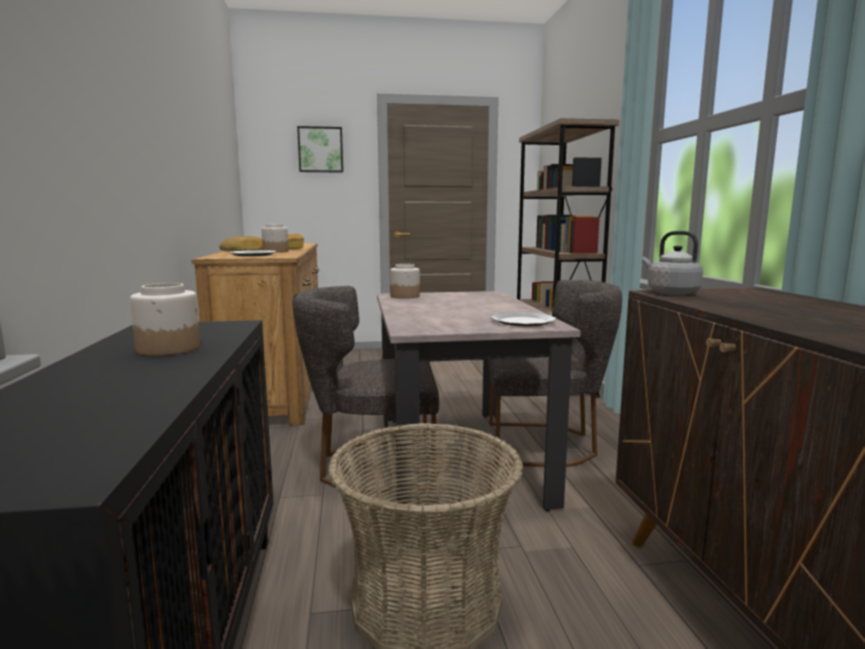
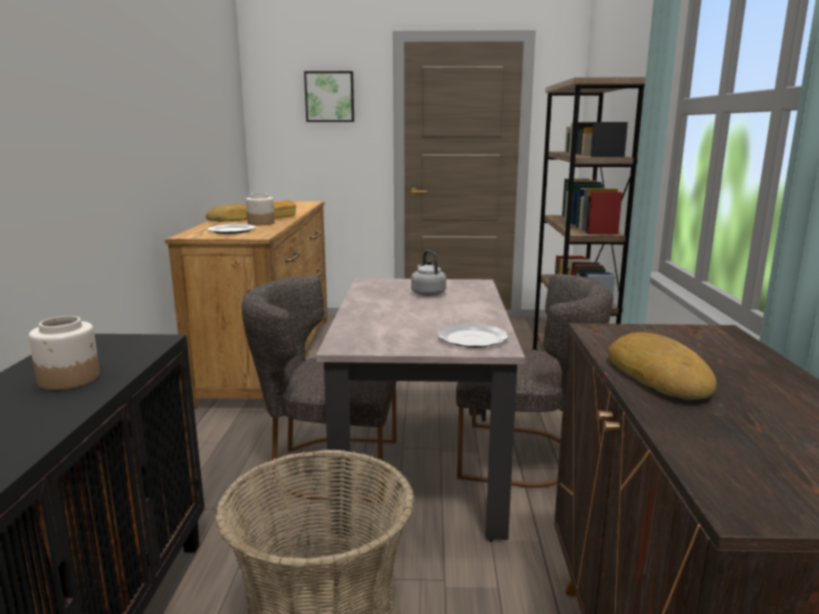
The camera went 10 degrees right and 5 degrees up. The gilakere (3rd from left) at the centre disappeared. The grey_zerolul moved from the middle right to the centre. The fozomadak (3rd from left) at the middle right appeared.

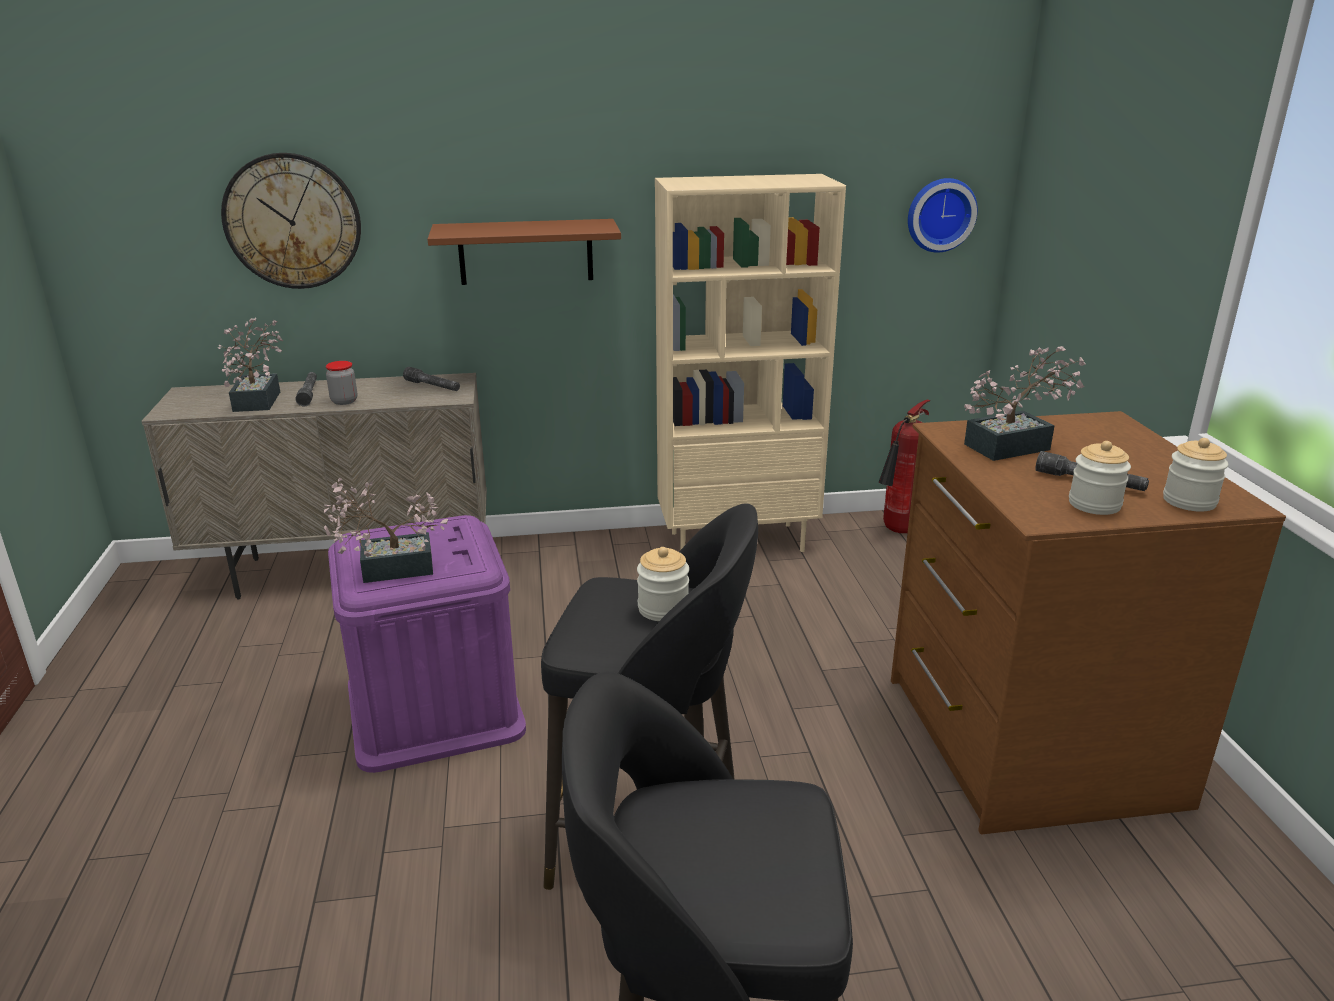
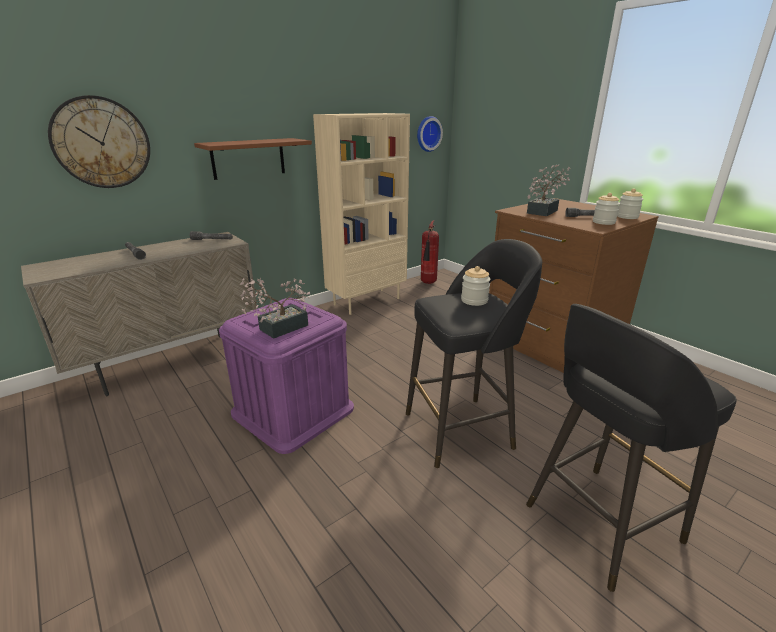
The camera went 30 degrees left and 0 degrees up. The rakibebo (1st from left) at the middle left disappeared. The gilakere (1st from left) at the middle left disappeared.

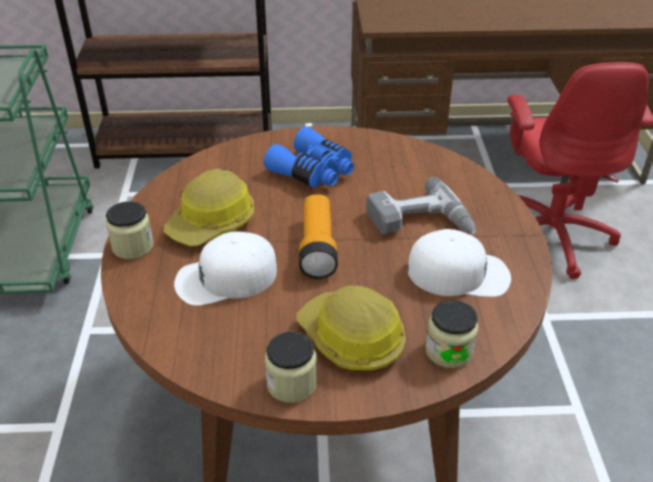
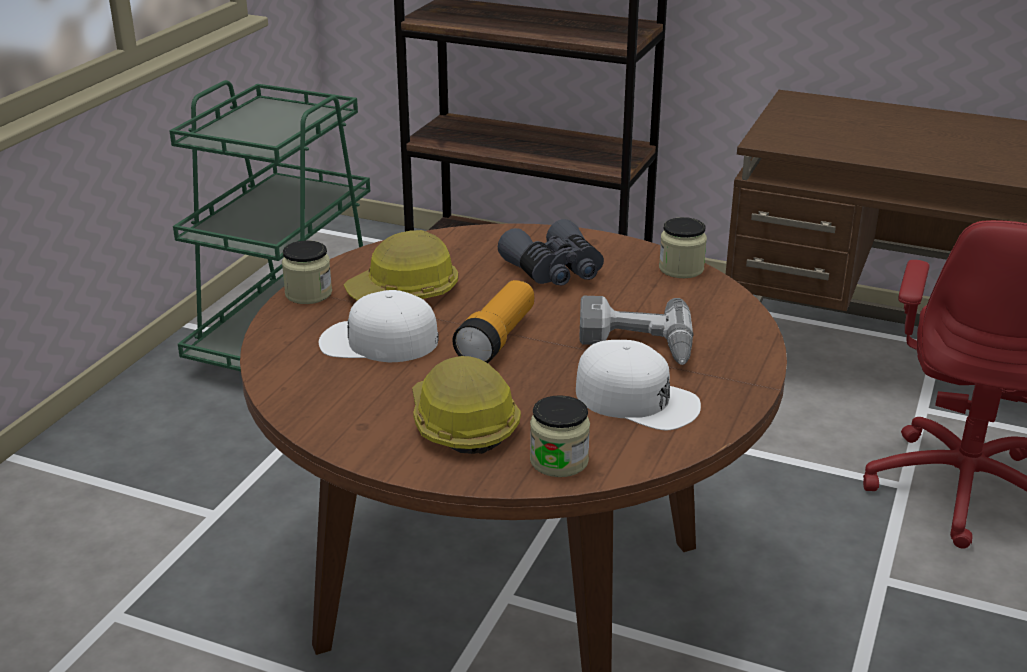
The camera went 25 degrees right and 10 degrees down. The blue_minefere at the top centre became the grey_minefere at the centre. The gilakere (2nd from left in the first image) moved from the bottom centre to the centre.

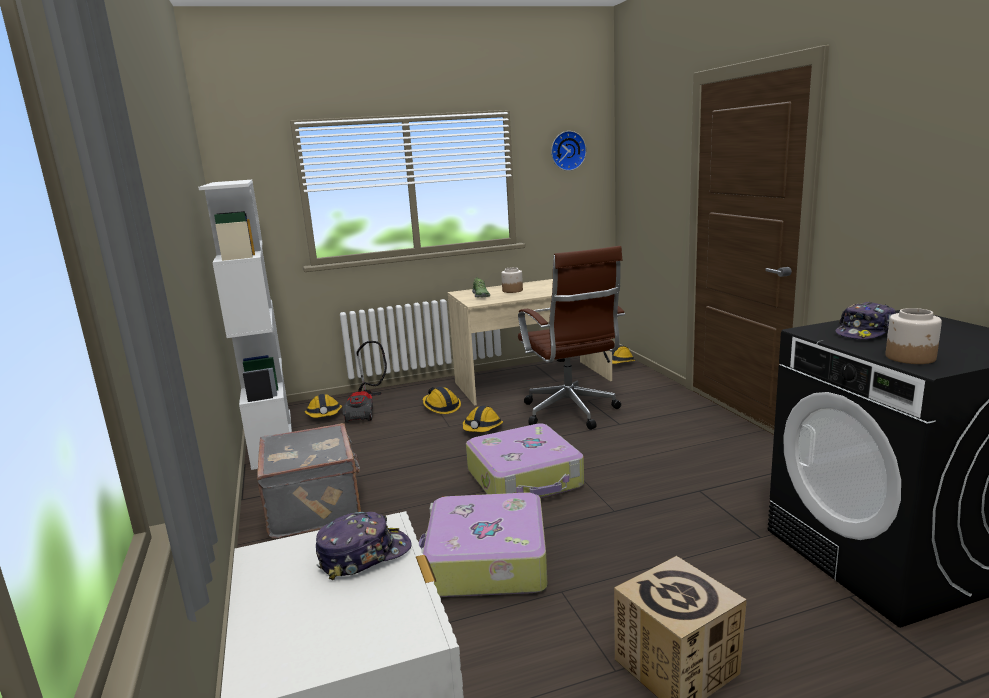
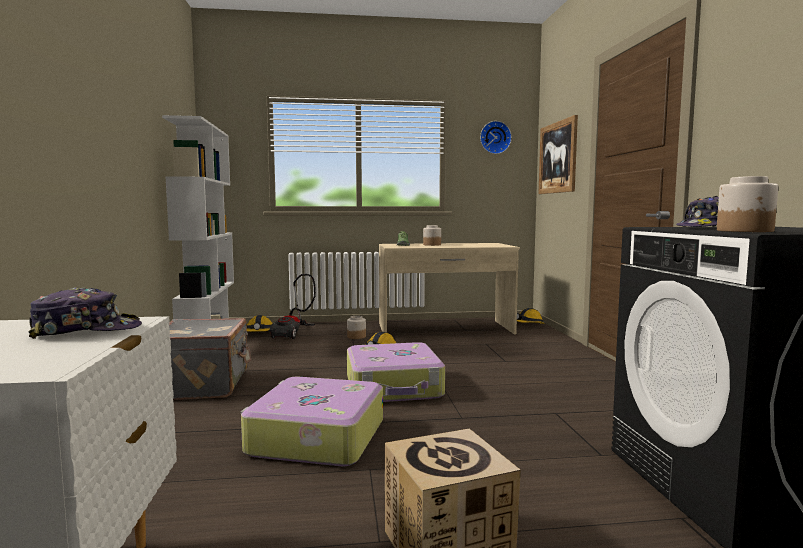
The camera went 10 degrees right and 10 degrees down. The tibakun (2nd from left) at the centre was replaced by the gilakere (1st from left) at the centre. The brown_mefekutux at the centre disappeared. The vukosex at the top right appeared.

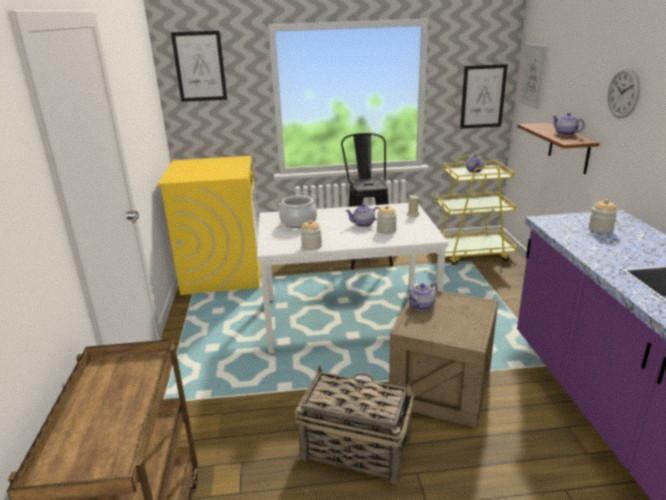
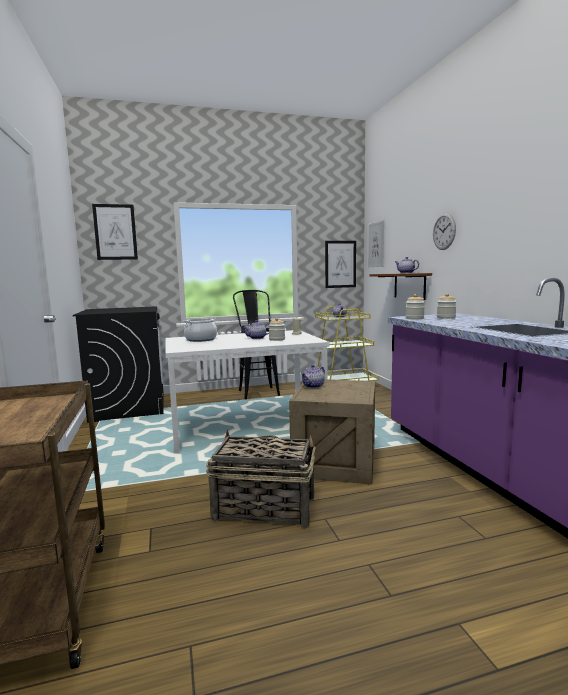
The camera went 10 degrees left and 15 degrees down. The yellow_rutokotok at the middle left became the black_rutokotok at the middle left. The gilakere (1st from left in the first image) moved from the centre to the middle right.

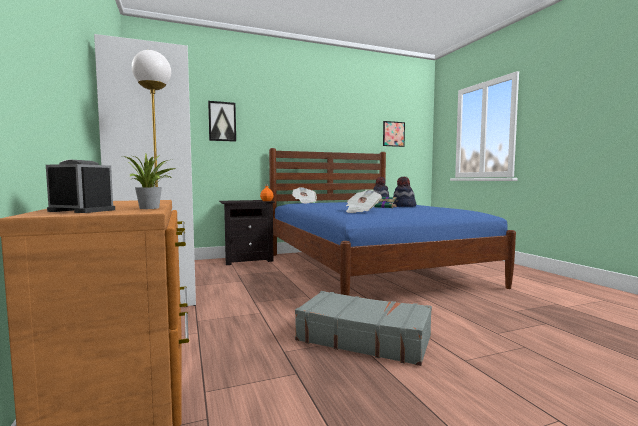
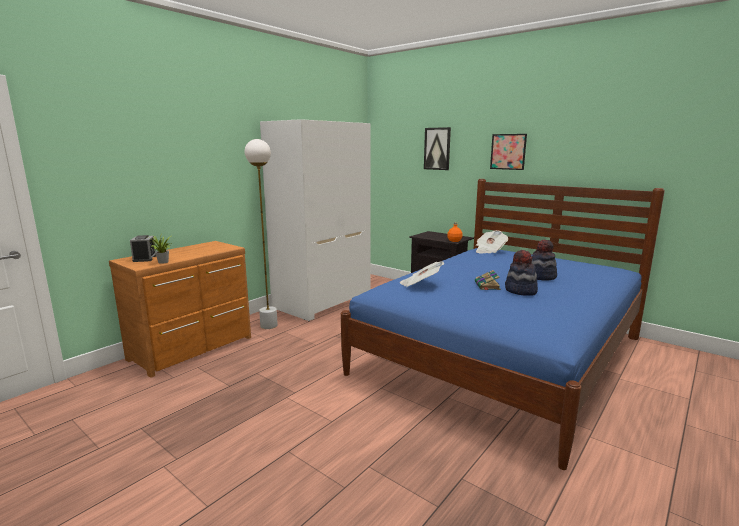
The camera went 60 degrees right and 10 degrees up. The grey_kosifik at the bottom centre disappeared. The vukosex (2nd from left) moved from the top centre to the top right.

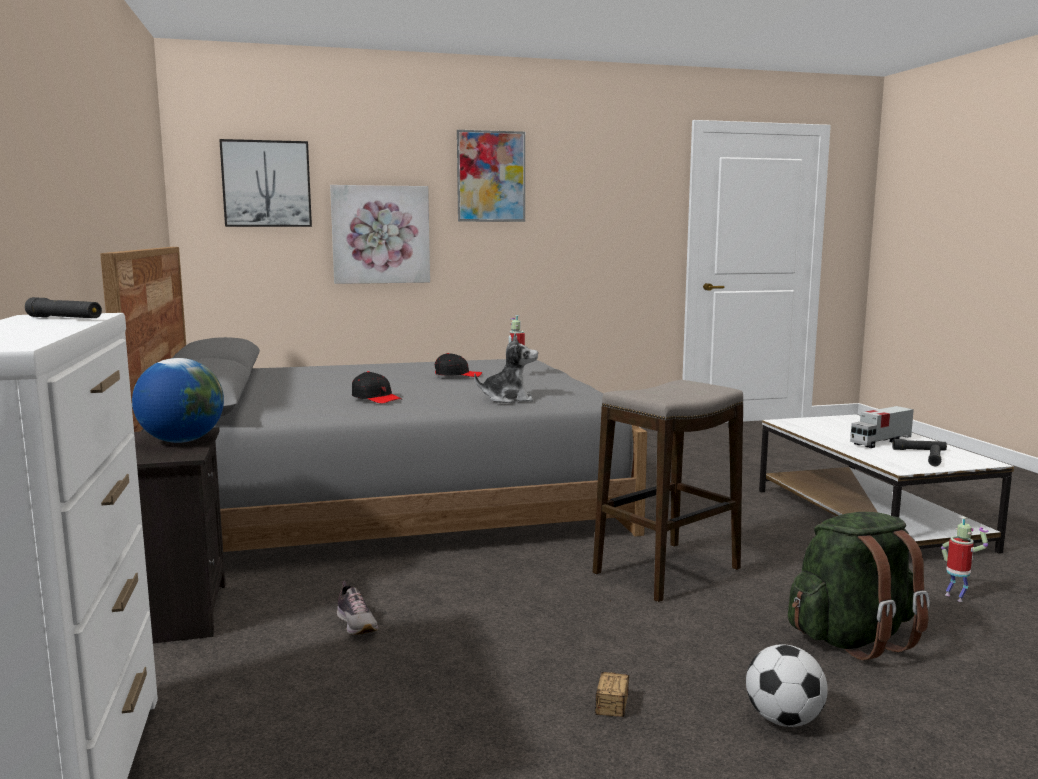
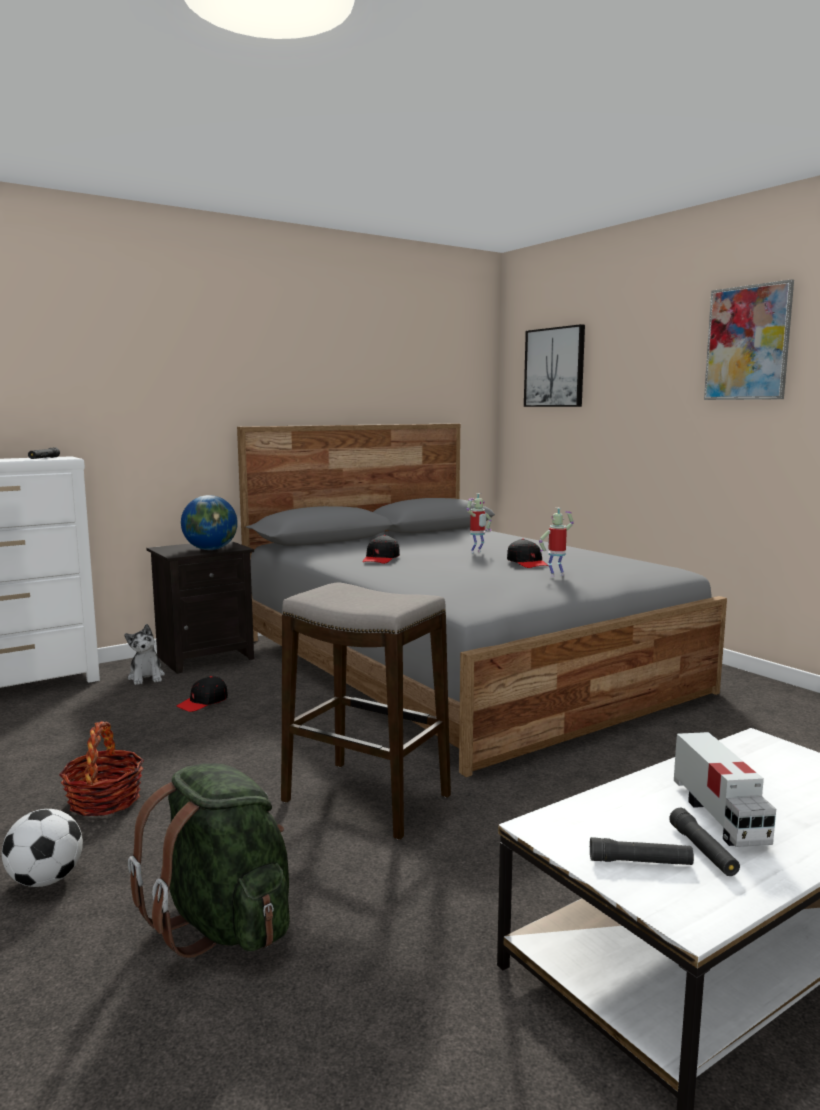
The camera went 70 degrees right and 0 degrees up. The vukosex (2nd from left) at the top centre disappeared. The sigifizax at the bottom centre was replaced by the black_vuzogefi (1st from left) at the middle left. The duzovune moved from the centre to the middle left. The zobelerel at the bottom centre was replaced by the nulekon at the bottom left. The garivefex at the middle right turned 135 degrees counterclockwise. The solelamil (2nd from left in the first image) moved from the bottom right to the centre.

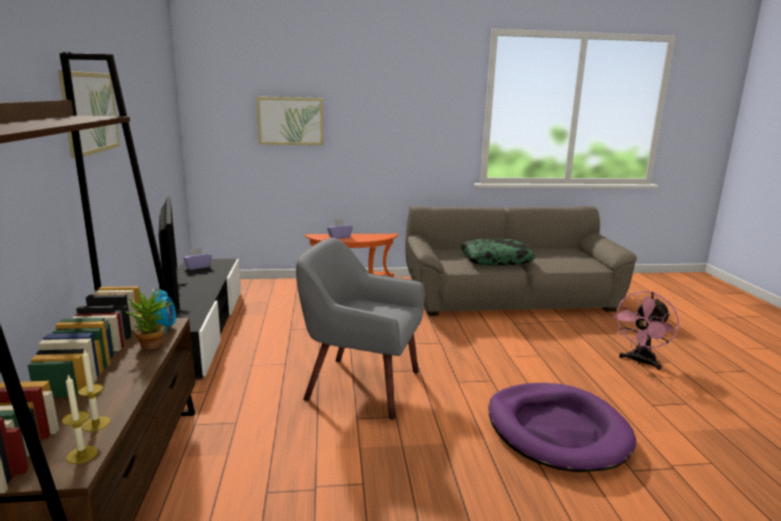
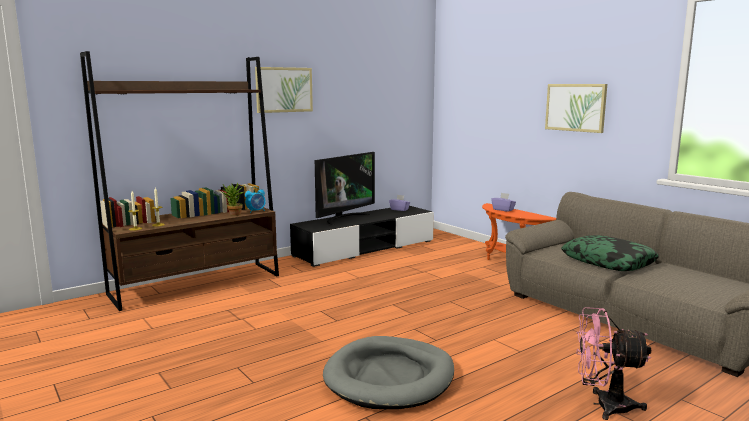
The camera went 60 degrees right and 5 degrees down. The vukosex (2nd from left) moved from the top centre to the top right. The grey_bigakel at the centre disappeared. The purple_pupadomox at the bottom right became the grey_pupadomox at the bottom centre.

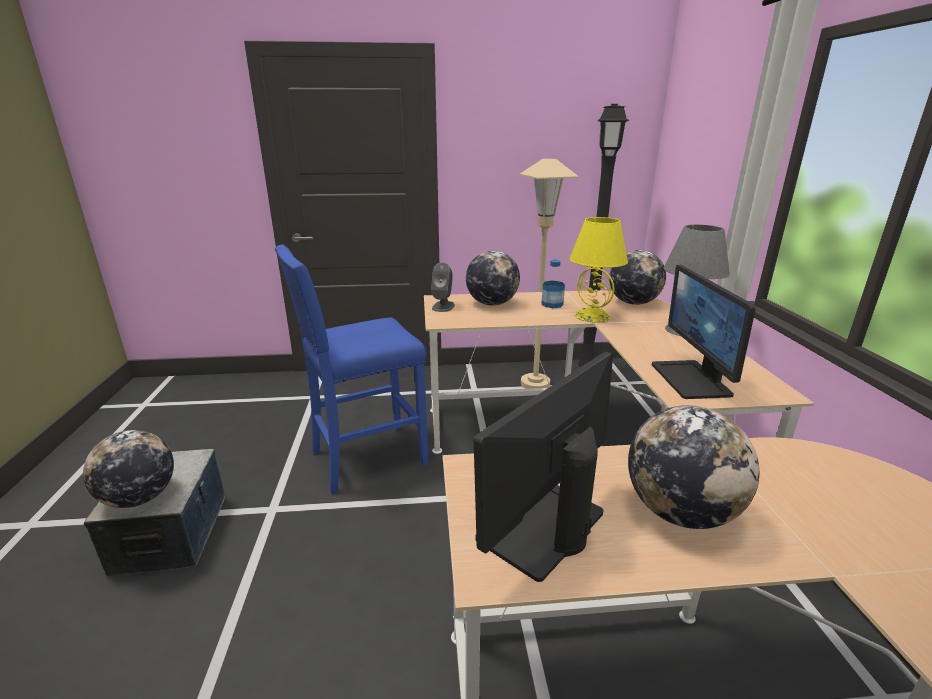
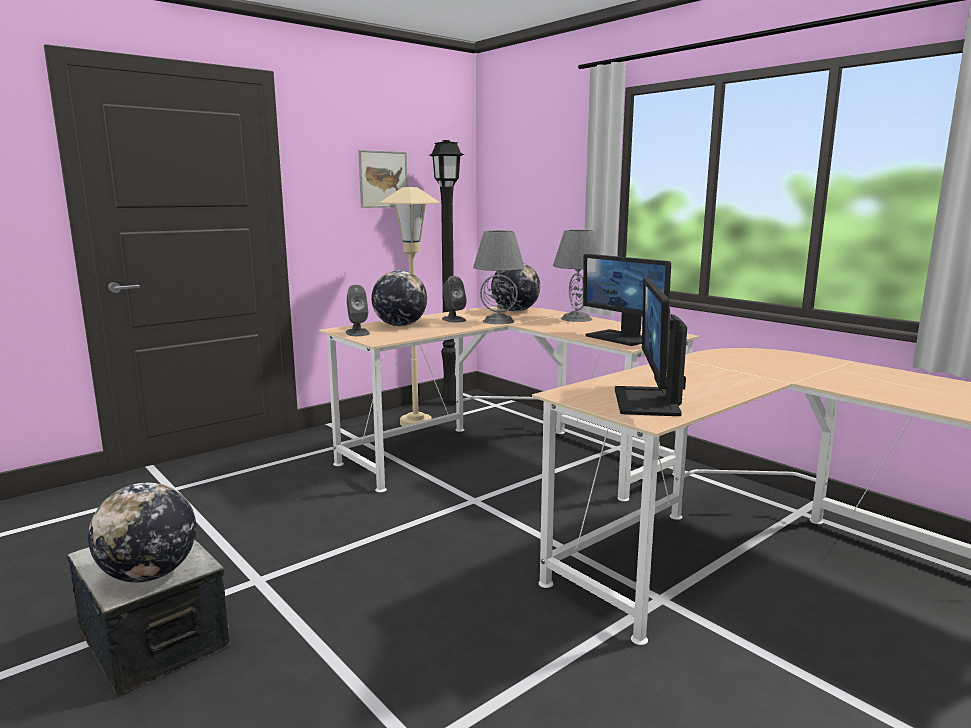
The camera went 35 degrees left and 10 degrees down. The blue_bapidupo at the centre disappeared. The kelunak at the centre was replaced by the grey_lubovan (2nd from left) at the centre. The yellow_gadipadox at the centre became the grey_gadipadox (1st from left) at the centre. The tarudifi (4th from left) at the bottom right disappeared. The vukosex at the top centre appeared.

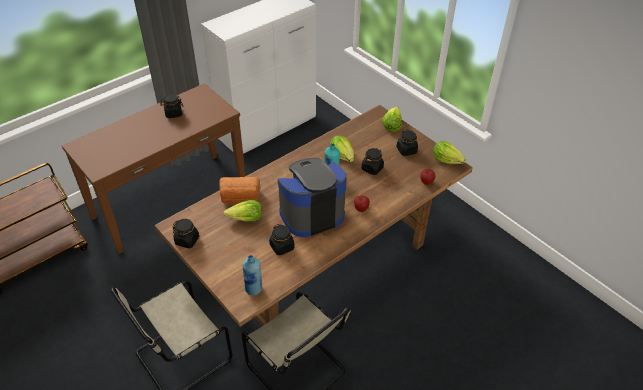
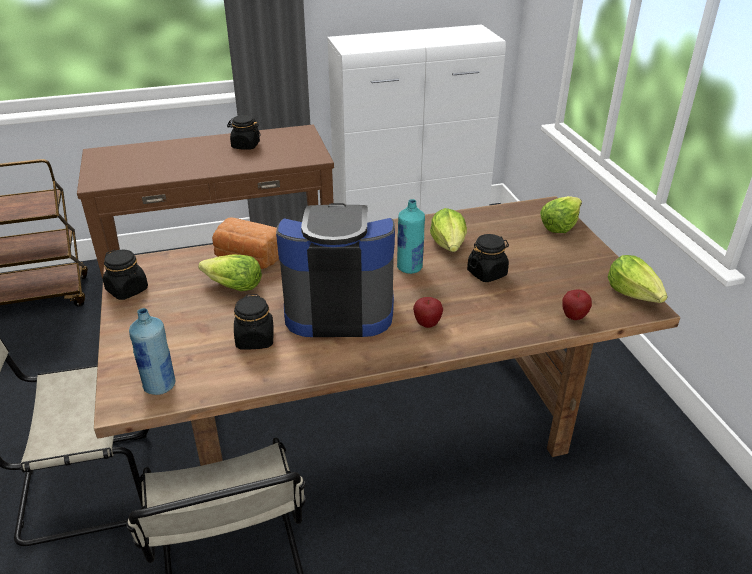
The camera went 25 degrees right and 10 degrees down. The black_gilakere (5th from left) at the centre disappeared.

